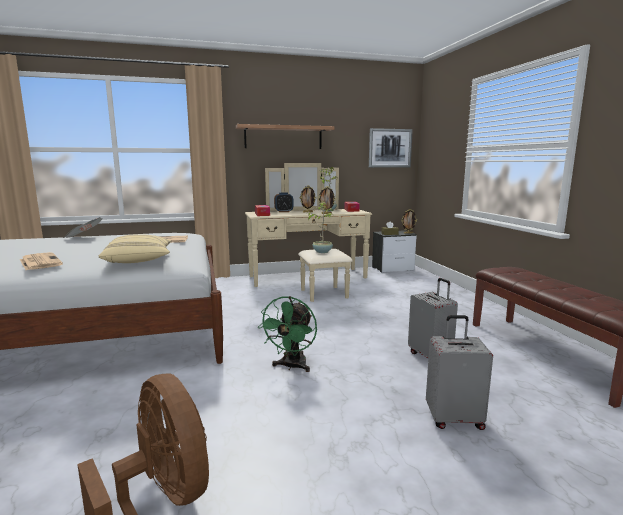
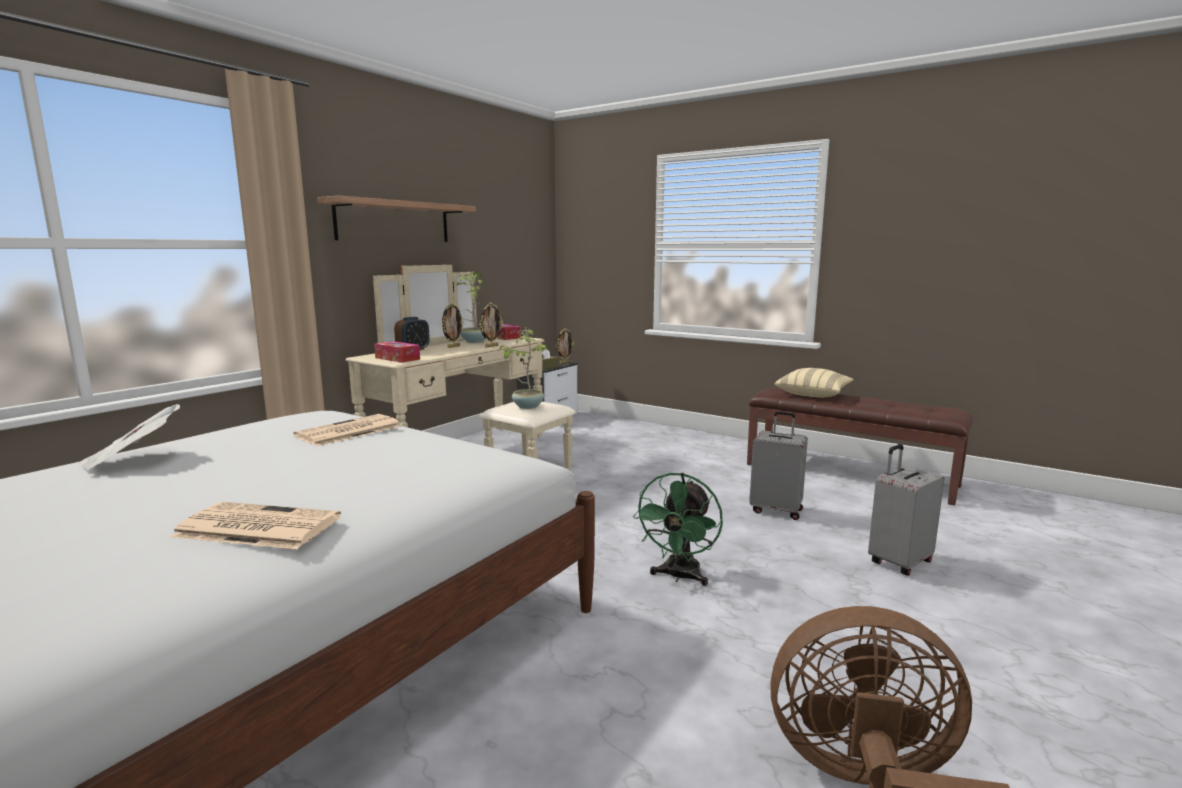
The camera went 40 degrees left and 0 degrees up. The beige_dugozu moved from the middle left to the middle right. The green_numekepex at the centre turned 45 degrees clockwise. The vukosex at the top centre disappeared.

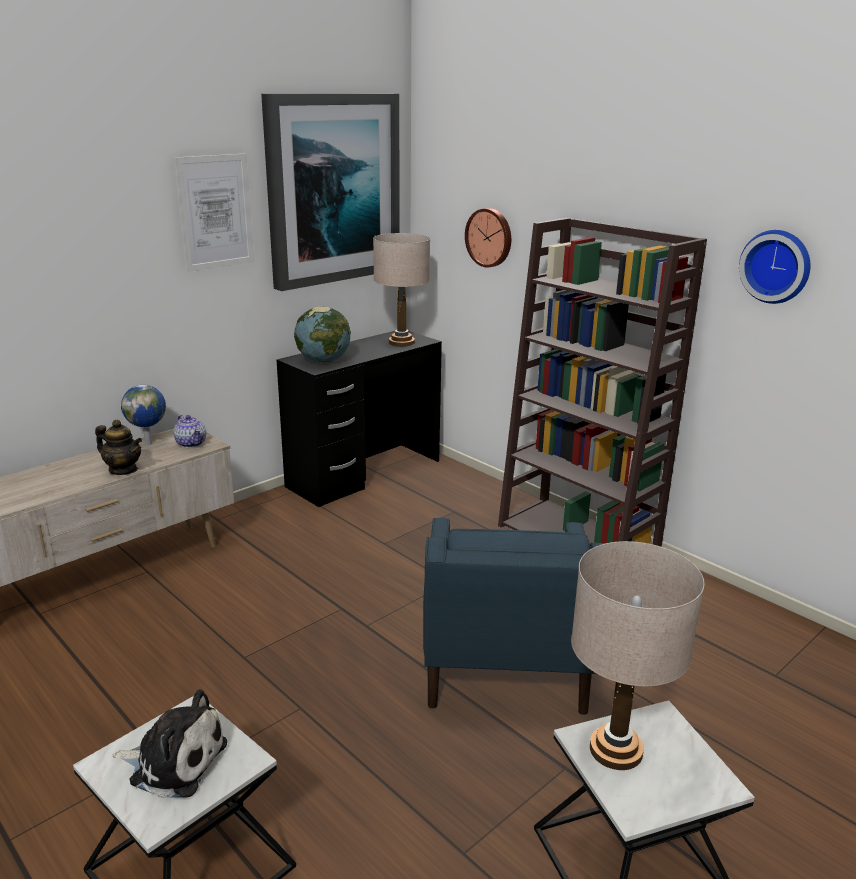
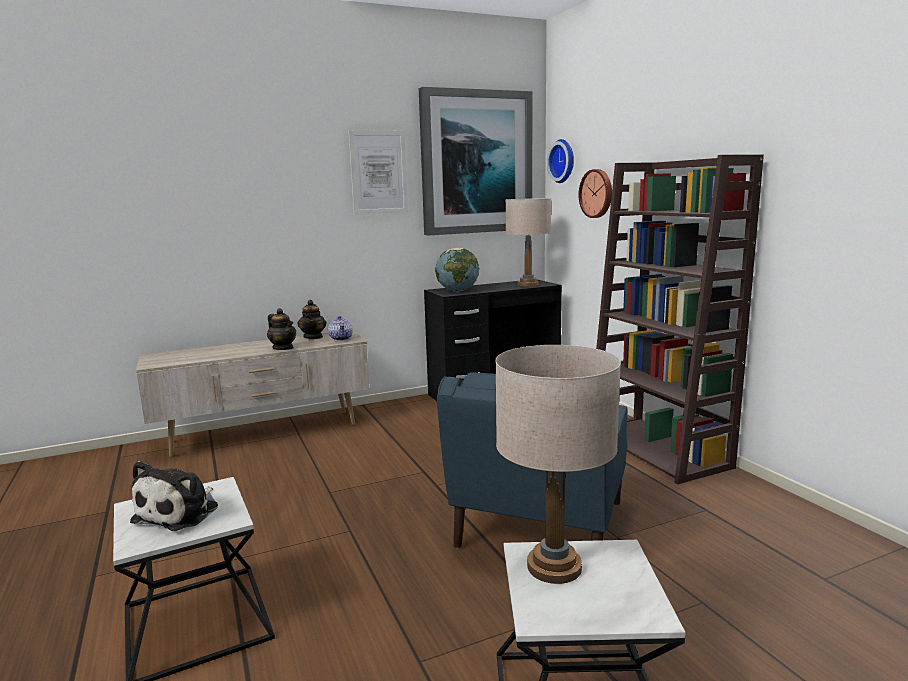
The camera went 20 degrees right and 10 degrees down. The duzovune at the bottom left turned 75 degrees clockwise. The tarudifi (1st from left) at the middle left was replaced by the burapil (2nd from left) at the centre. The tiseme (2nd from left in the first image) moved from the top right to the top centre.

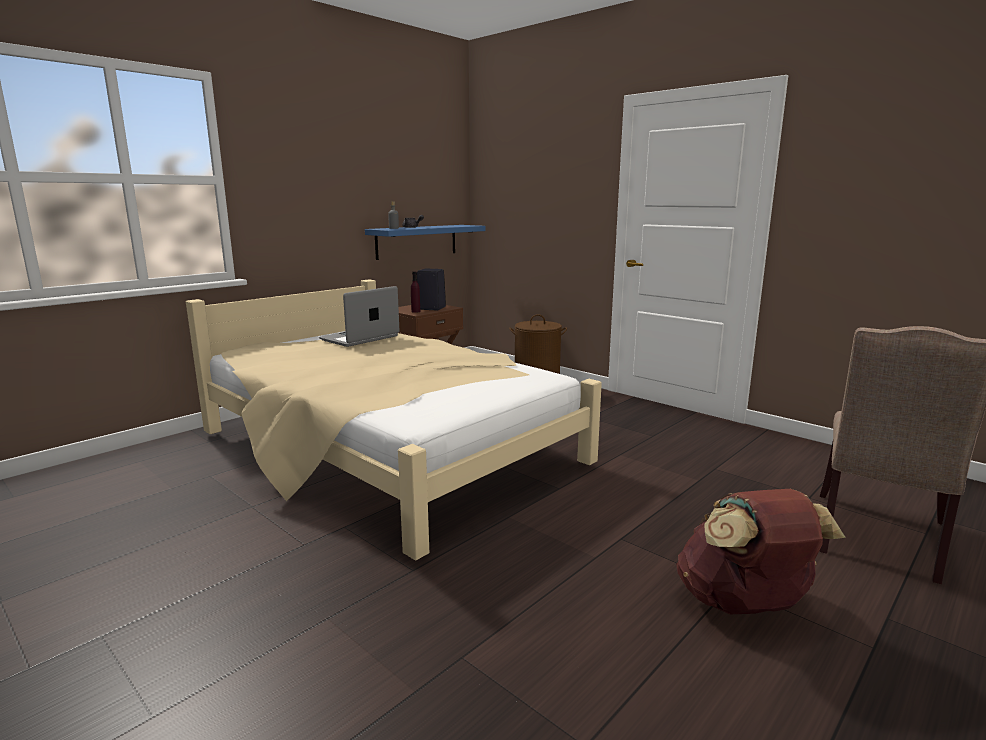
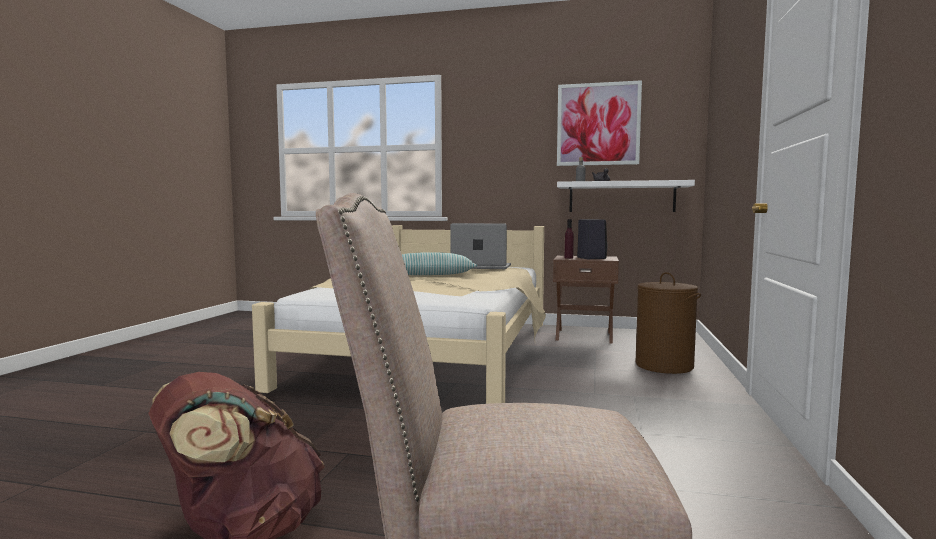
The camera went 60 degrees right and 10 degrees down. The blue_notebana at the top centre became the white_notebana at the middle right. The dugozu at the centre appeared. The vukosex at the top centre appeared.

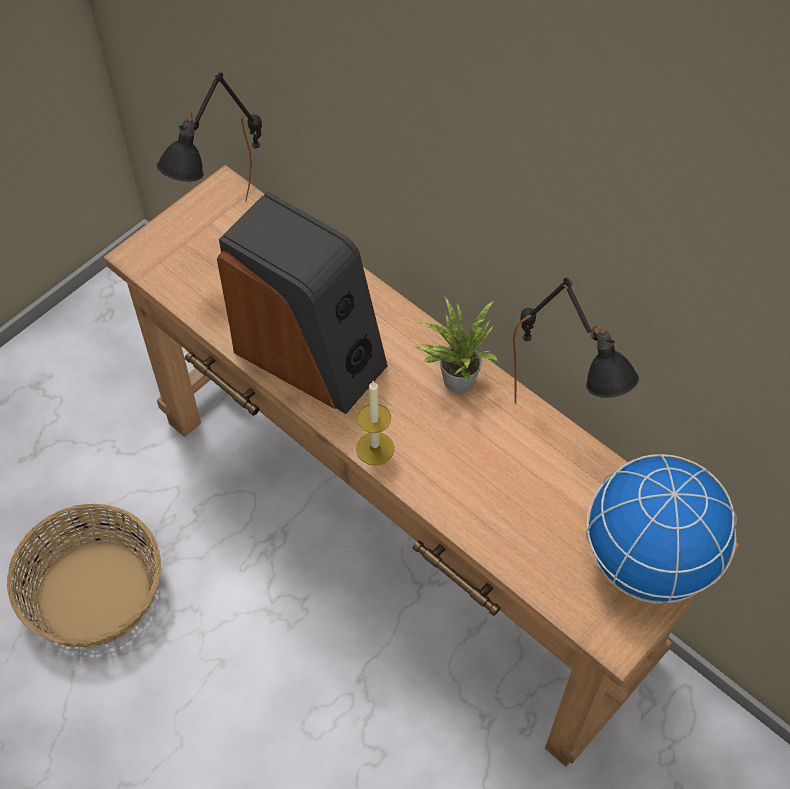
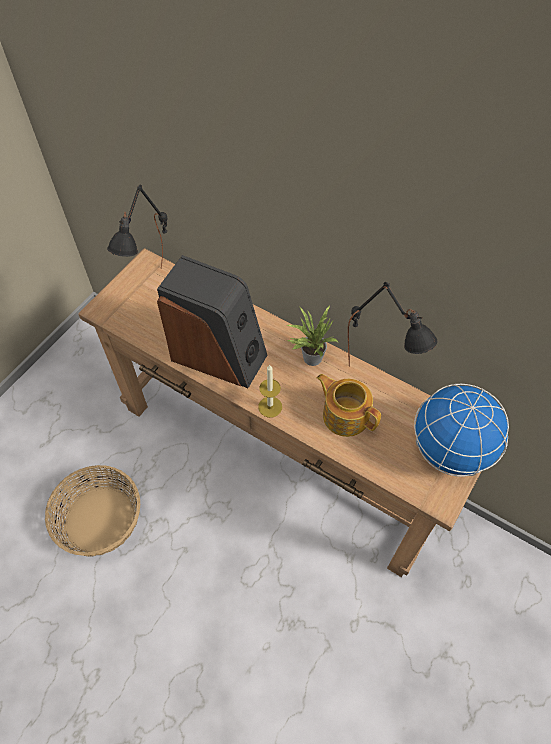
The camera went 10 degrees left and 0 degrees up. The burapil at the centre appeared.

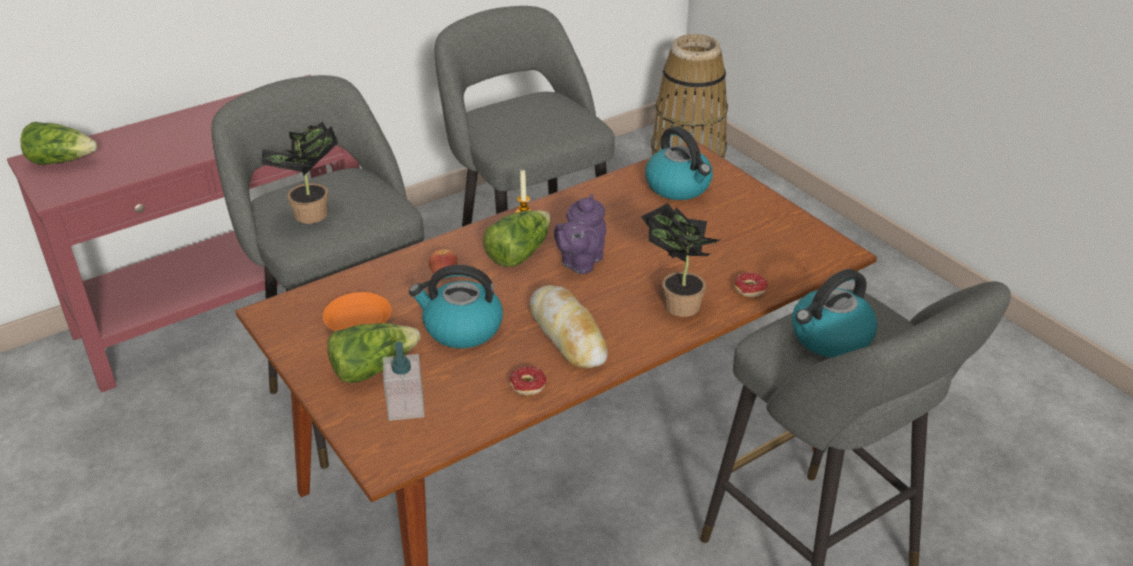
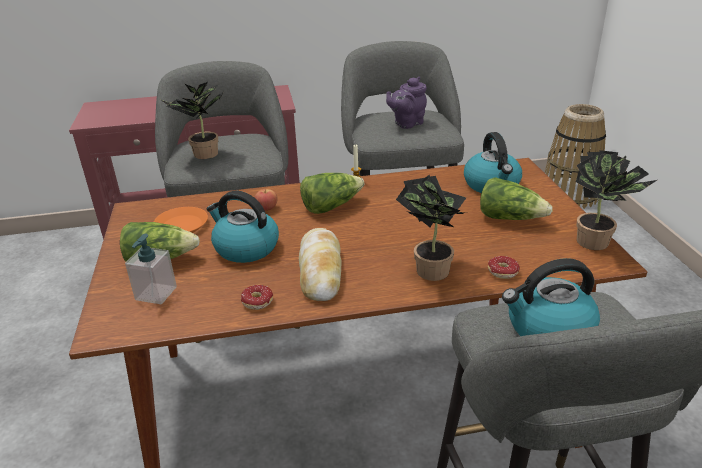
The camera went 25 degrees right and 5 degrees down. The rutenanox (1st from left in the first image) moved from the top left to the middle right. The purple_burapil moved from the centre to the top centre. The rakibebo (3rd from left) at the middle right appeared.

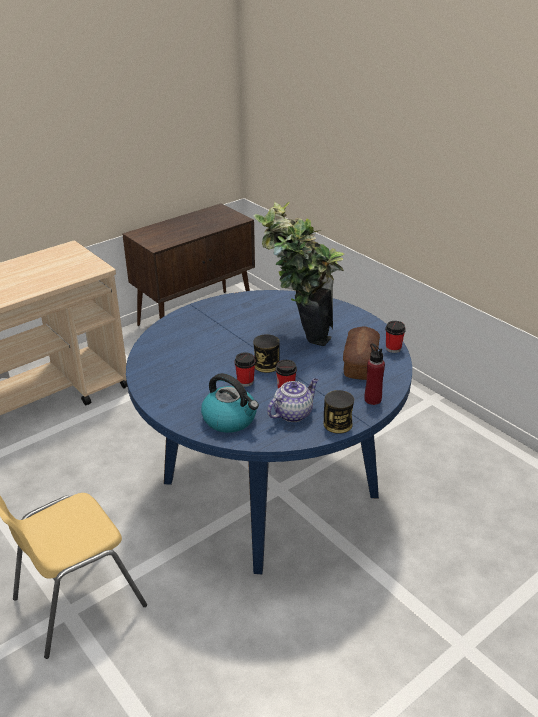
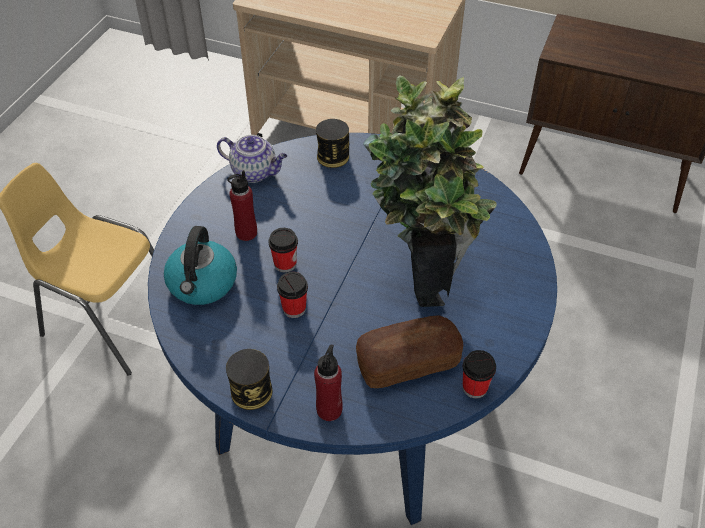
The camera went 60 degrees right and 15 degrees up. The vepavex (1st from left in the first image) moved from the centre to the top centre. The burapil moved from the centre to the top centre. The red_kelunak (1st from left) at the centre appeared.

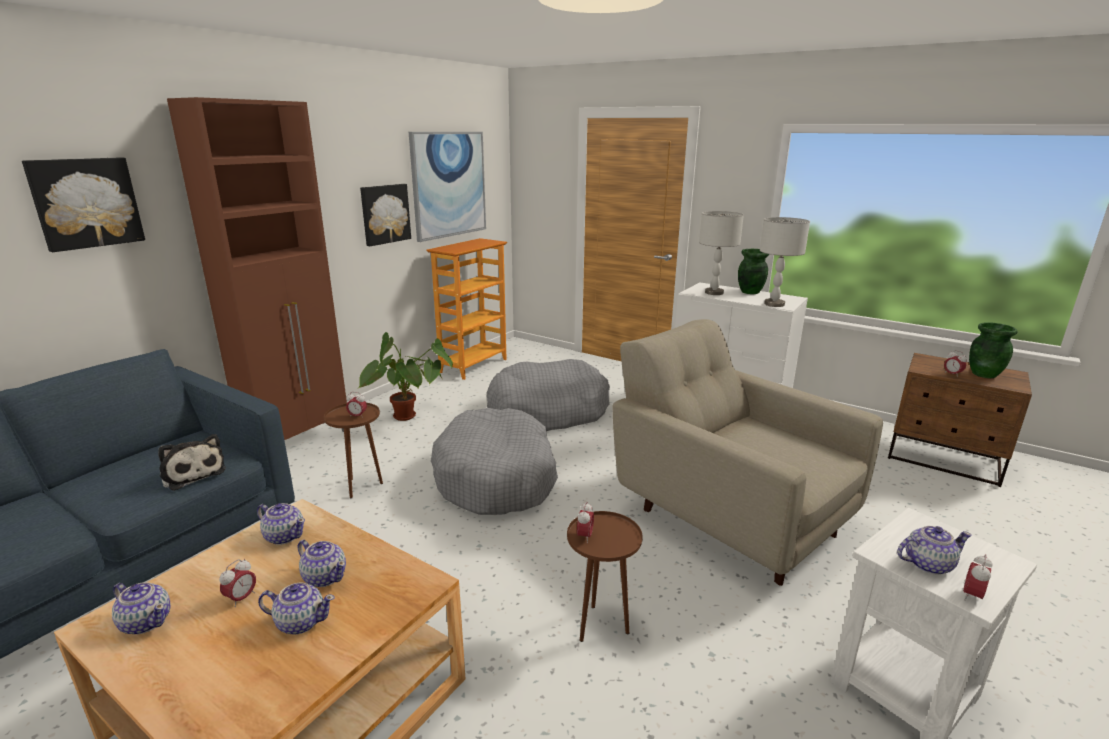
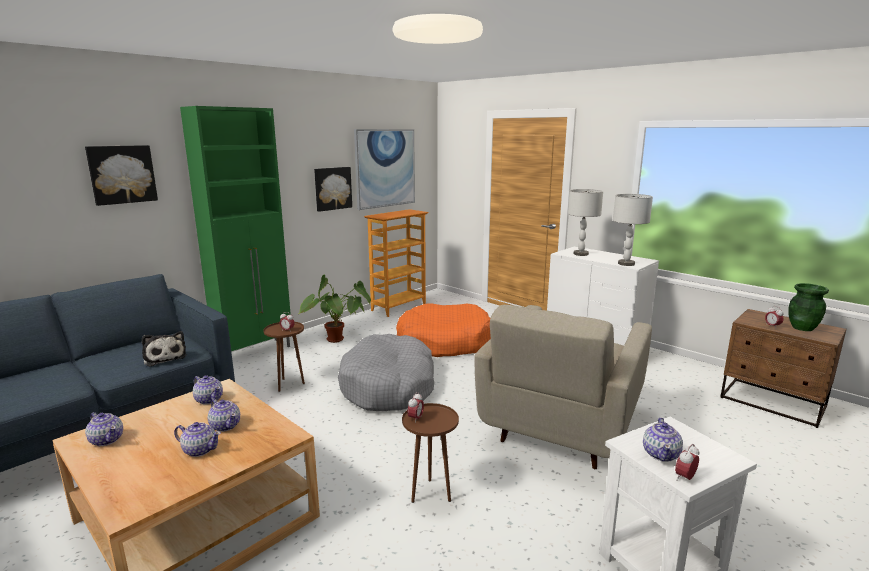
The camera went 10 degrees right and 5 degrees down. The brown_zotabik at the middle left became the green_zotabik at the middle left. The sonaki (1st from left) at the bottom left disappeared. The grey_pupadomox (2nd from left) at the centre became the orange_pupadomox at the centre. The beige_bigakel at the middle right turned 120 degrees counterclockwise. The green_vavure (1st from left) at the middle right disappeared. The burapil (5th from left) at the bottom right turned 105 degrees clockwise.

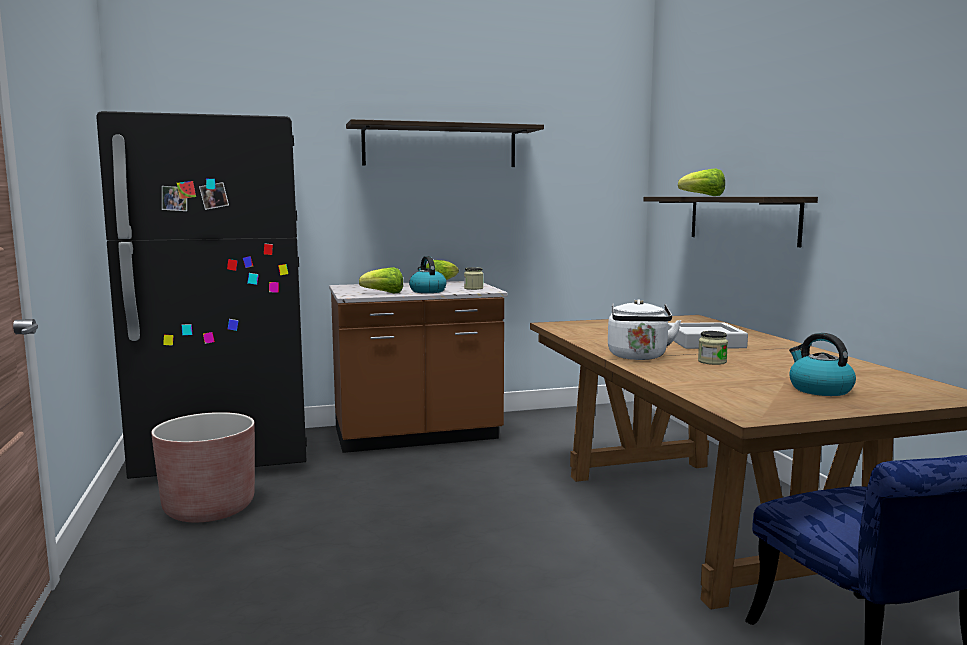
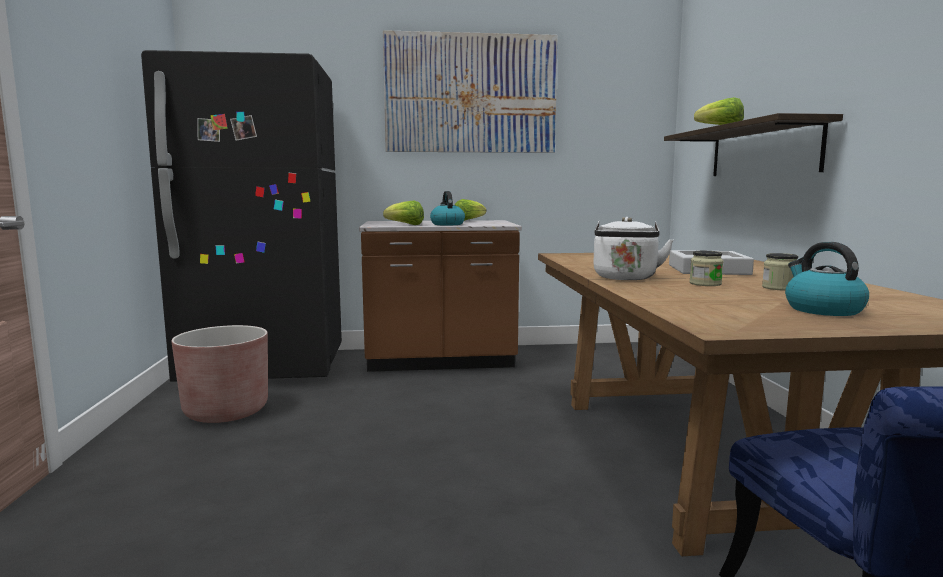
The camera went 10 degrees right and 0 degrees up. The notebana (1st from left) at the top centre was replaced by the vukosex at the top centre. The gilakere (1st from left in the first image) moved from the centre to the middle right.

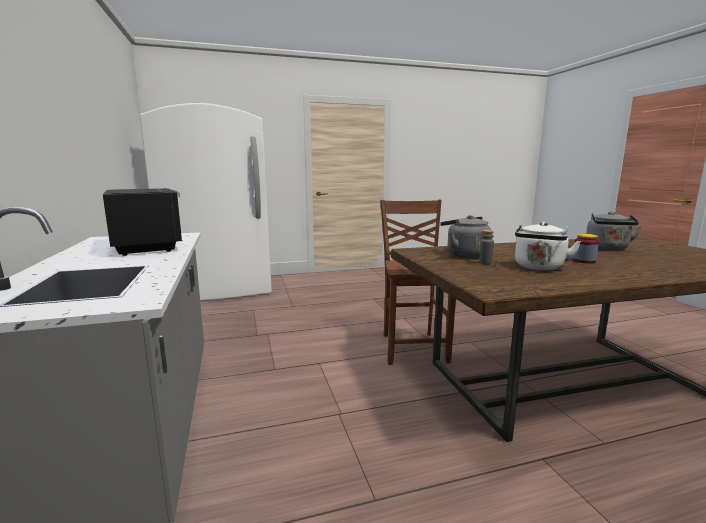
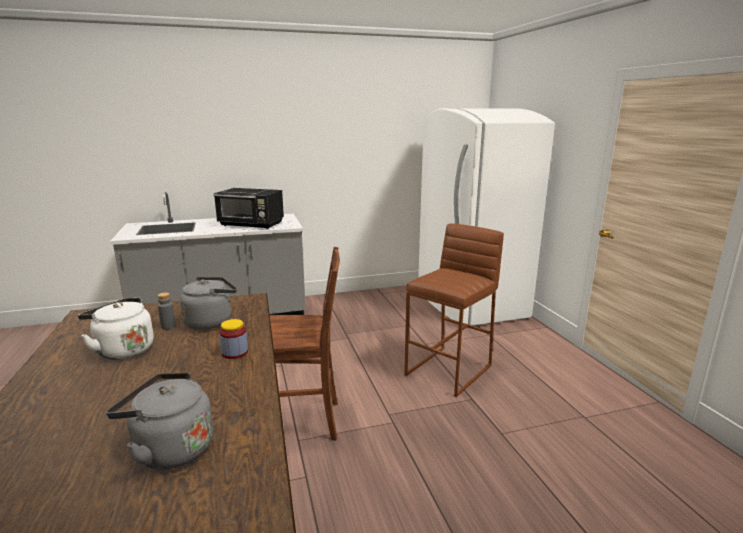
The camera went 90 degrees right and 5 degrees up. The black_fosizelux at the middle left turned 45 degrees clockwise. The gilakere moved from the middle right to the middle left. The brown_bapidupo at the centre appeared.

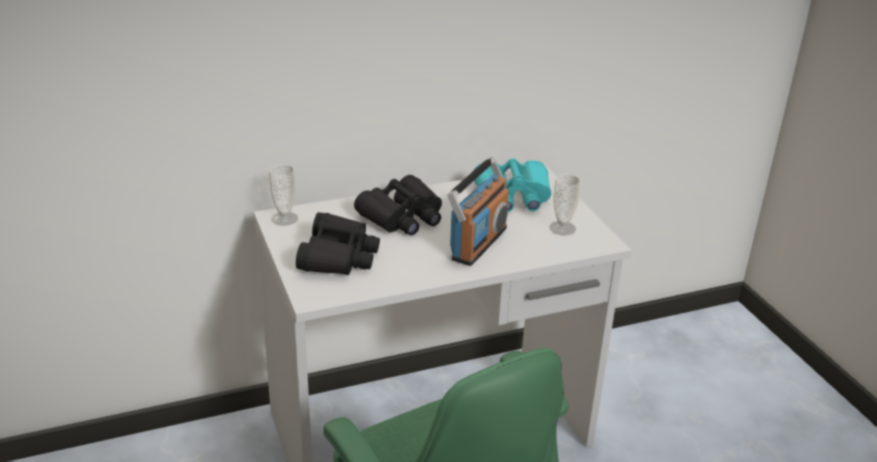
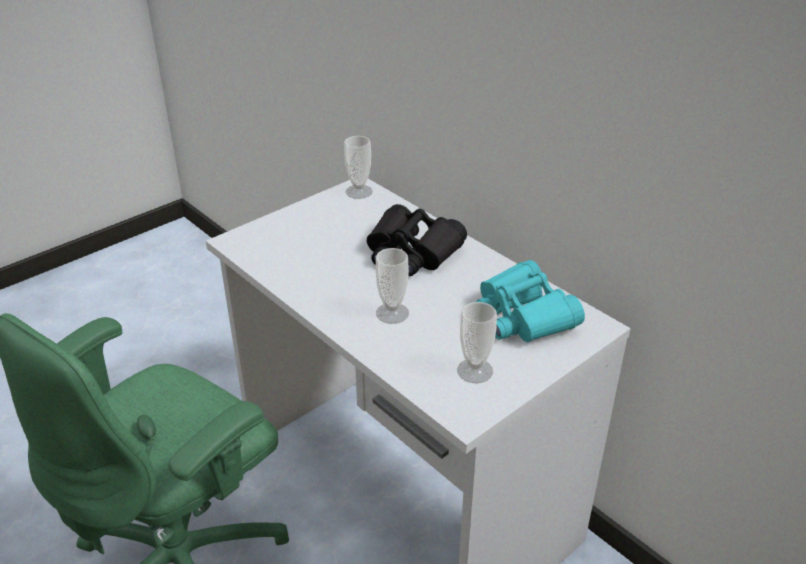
The camera went 70 degrees right and 5 degrees up. The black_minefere (1st from left) at the centre disappeared. The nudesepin at the centre was replaced by the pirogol (2nd from left) at the centre.

